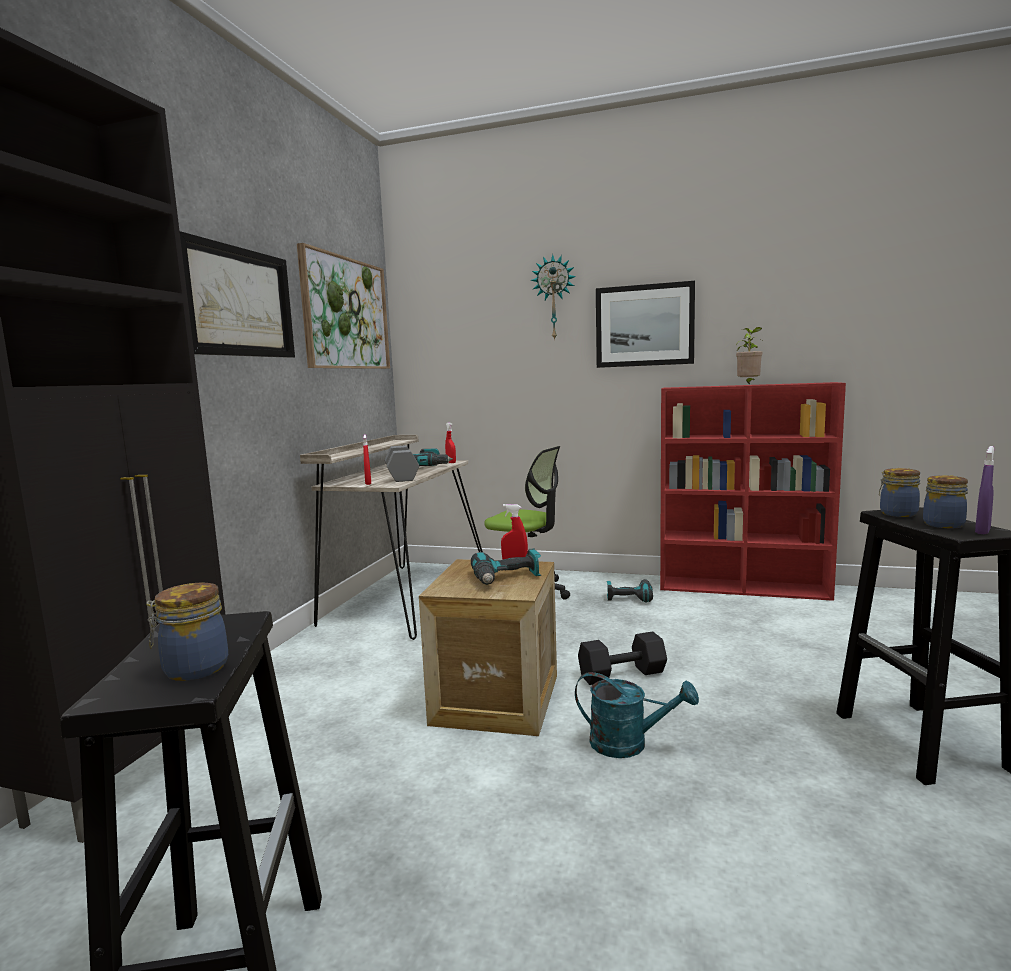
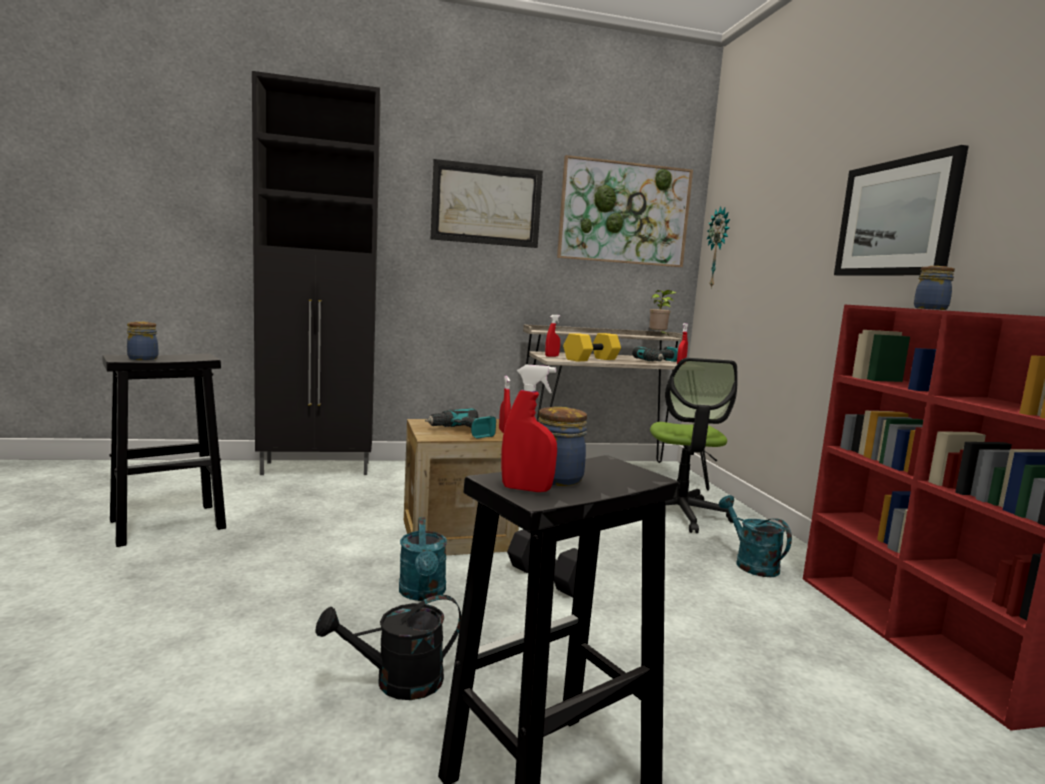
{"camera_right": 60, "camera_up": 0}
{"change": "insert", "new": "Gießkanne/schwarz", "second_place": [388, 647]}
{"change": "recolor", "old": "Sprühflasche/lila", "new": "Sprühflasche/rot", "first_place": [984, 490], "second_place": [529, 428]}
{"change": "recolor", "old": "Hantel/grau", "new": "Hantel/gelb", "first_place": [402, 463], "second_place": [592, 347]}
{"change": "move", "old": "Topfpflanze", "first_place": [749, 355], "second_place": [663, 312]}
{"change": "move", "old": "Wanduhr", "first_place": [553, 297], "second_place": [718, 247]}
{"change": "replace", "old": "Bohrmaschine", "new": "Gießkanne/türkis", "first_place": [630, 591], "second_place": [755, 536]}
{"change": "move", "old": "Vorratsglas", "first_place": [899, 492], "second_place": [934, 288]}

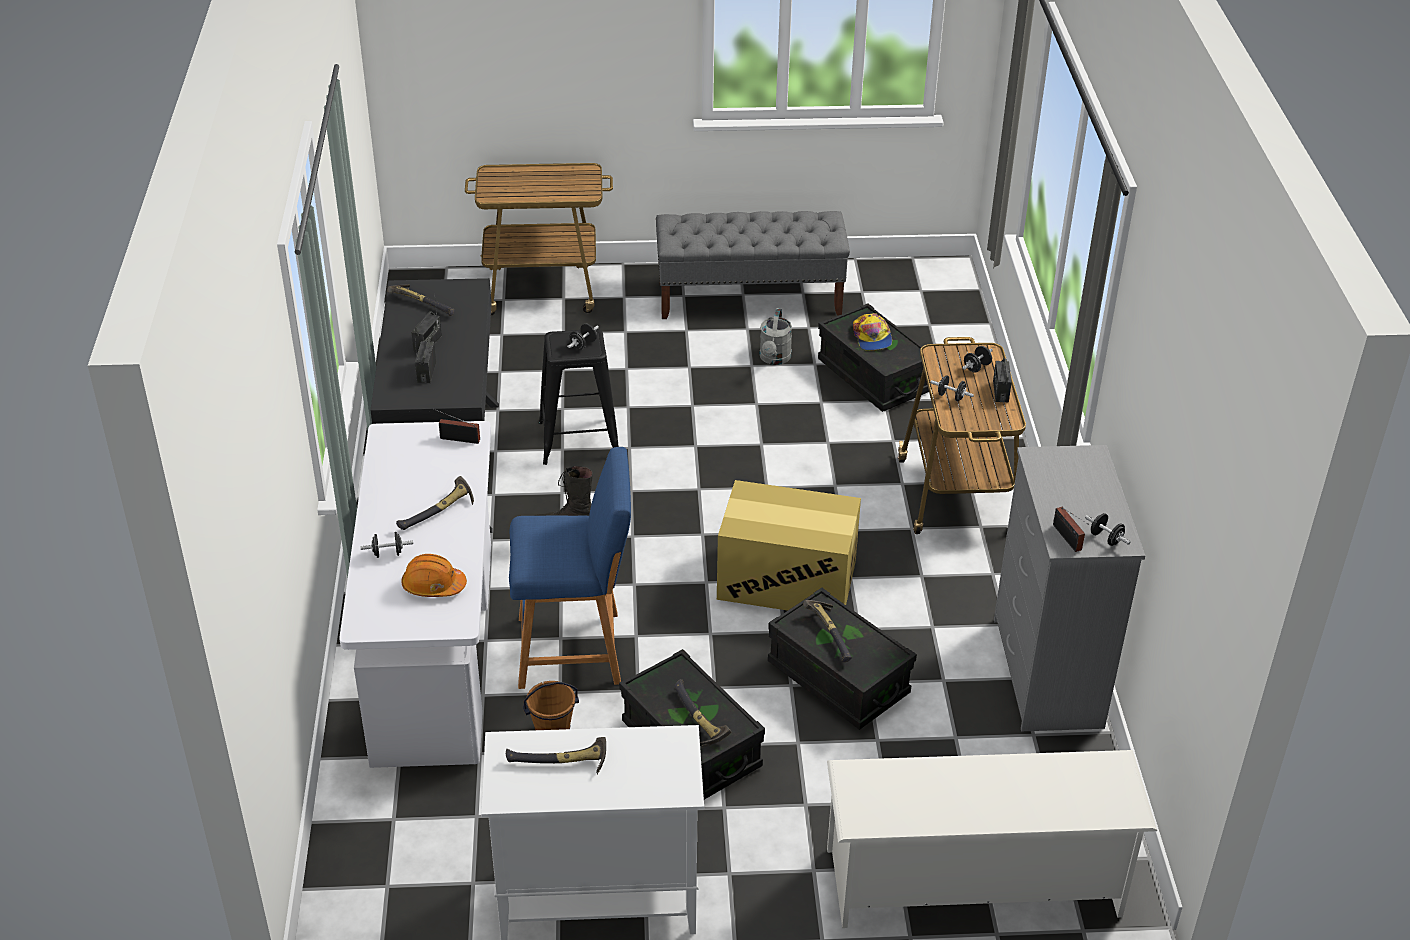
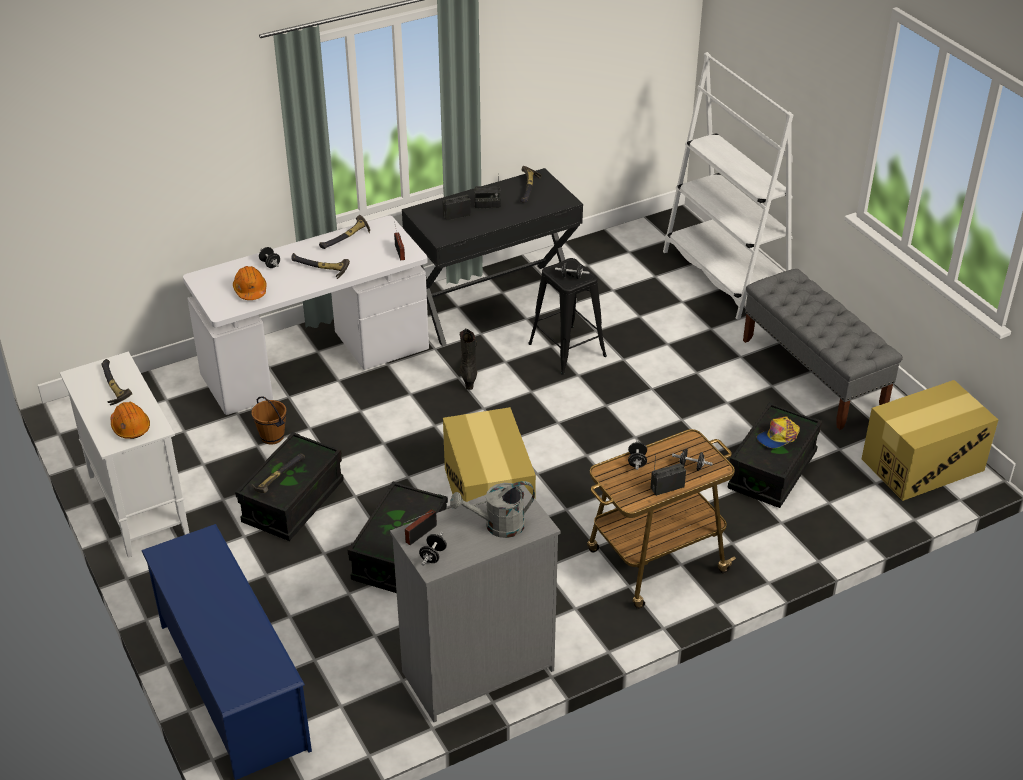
{"camera_right": 65, "camera_up": 0}
{"change": "insert", "new": "Schutzhelm/orange", "second_place": [130, 420]}
{"change": "recolor", "old": "Schuhregal/weiß", "new": "Schuhregal/blau", "first_place": [992, 839], "second_place": [226, 652]}
{"change": "move", "old": "Hammer", "first_place": [827, 631], "second_place": [344, 232]}
{"change": "move", "old": "Gießkanne/grau", "first_place": [775, 336], "second_place": [492, 509]}
{"change": "replace", "old": "Rollwagen", "new": "Bücherregal/weiß", "first_place": [539, 239], "second_place": [728, 186]}
{"change": "insert", "new": "Karton", "second_place": [930, 440]}
{"change": "delete", "old": "Hocker/blau", "first_place": [570, 568]}

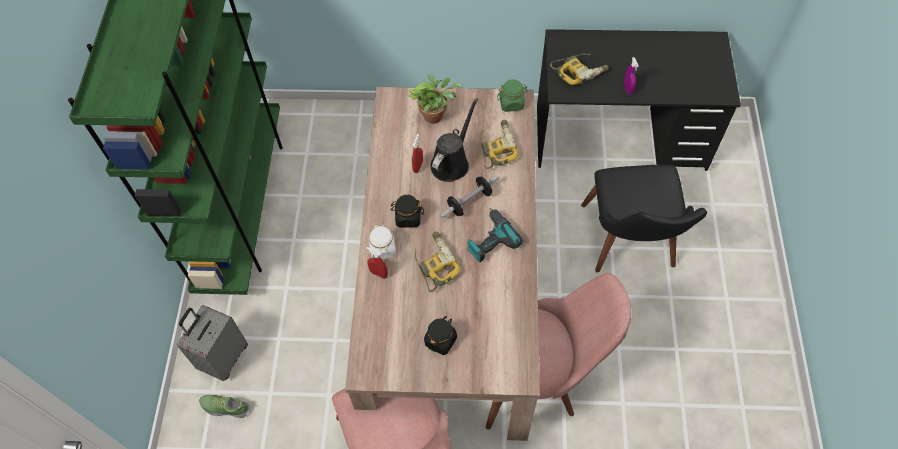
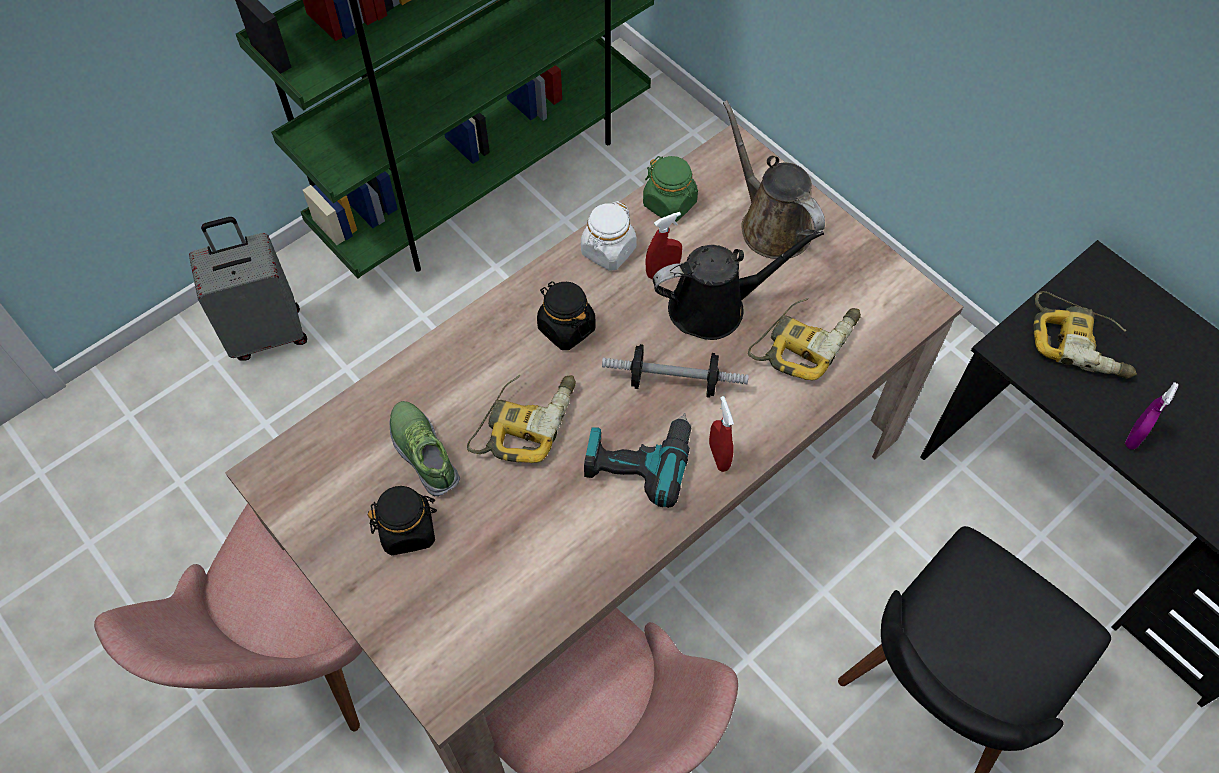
{"camera_right": 45, "camera_up": 0}
{"change": "move", "old": "Schuh", "first_place": [224, 406], "second_place": [424, 449]}
{"change": "move", "old": "Vorratsglas/weiß", "first_place": [382, 242], "second_place": [609, 236]}
{"change": "move", "old": "Vorratsglas/grün", "first_place": [512, 95], "second_place": [670, 189]}
{"change": "move", "old": "Sprühflasche/rot", "first_place": [377, 263], "second_place": [721, 434]}
{"change": "replace", "old": "Topfpflanze", "new": "Gießkanne/braun", "first_place": [435, 99], "second_place": [774, 179]}

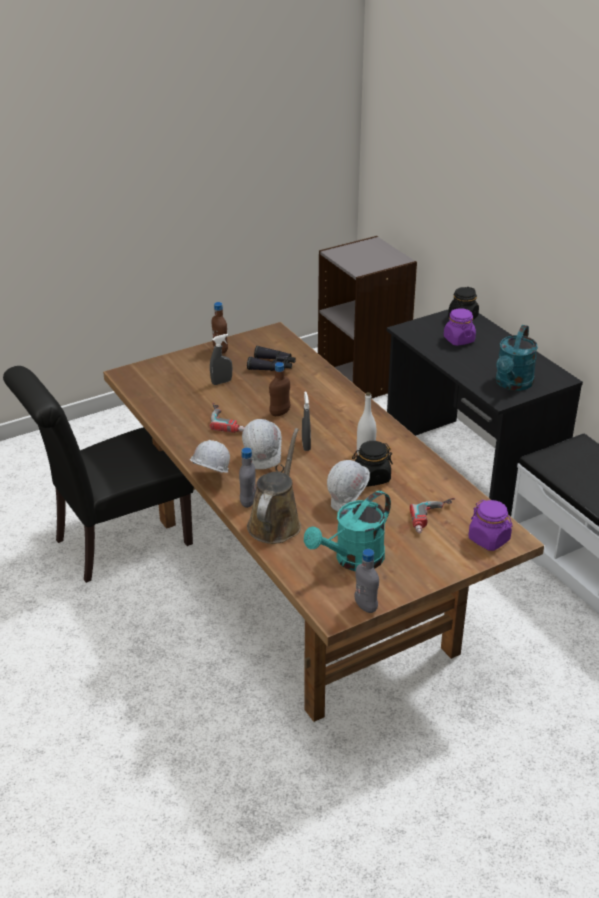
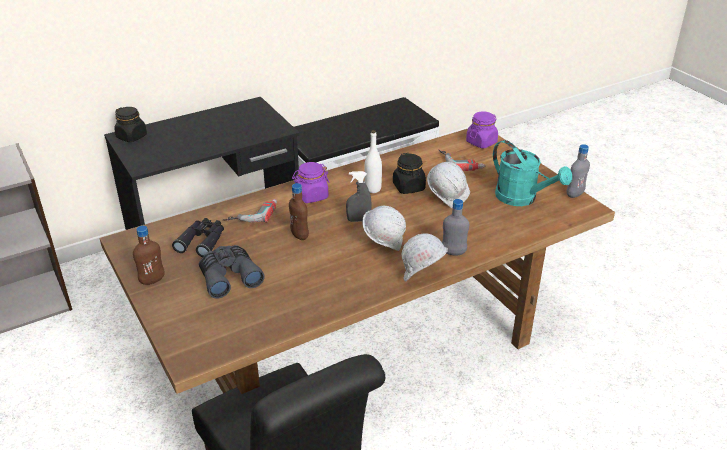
{"camera_right": -90, "camera_up": 0}
{"change": "replace", "old": "Sprühflasche/grau", "new": "Fernglas/grau", "first_place": [221, 359], "second_place": [232, 272]}
{"change": "move", "old": "Bohrmaschine", "first_place": [227, 418], "second_place": [250, 211]}
{"change": "move", "old": "Vorratsglas/lila", "first_place": [460, 327], "second_place": [311, 182]}
{"change": "delete", "old": "Gießkanne/braun", "first_place": [274, 486]}
{"change": "delete", "old": "Gießkanne/türkis", "first_place": [517, 358]}

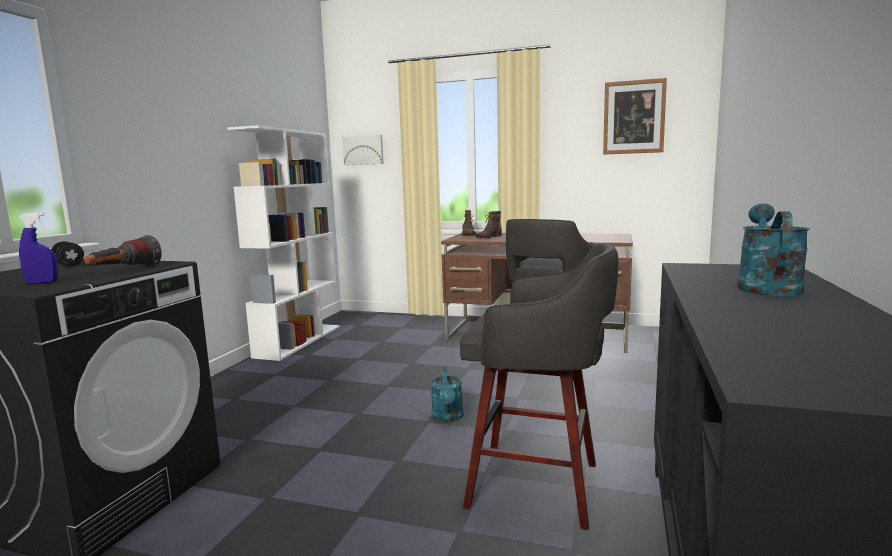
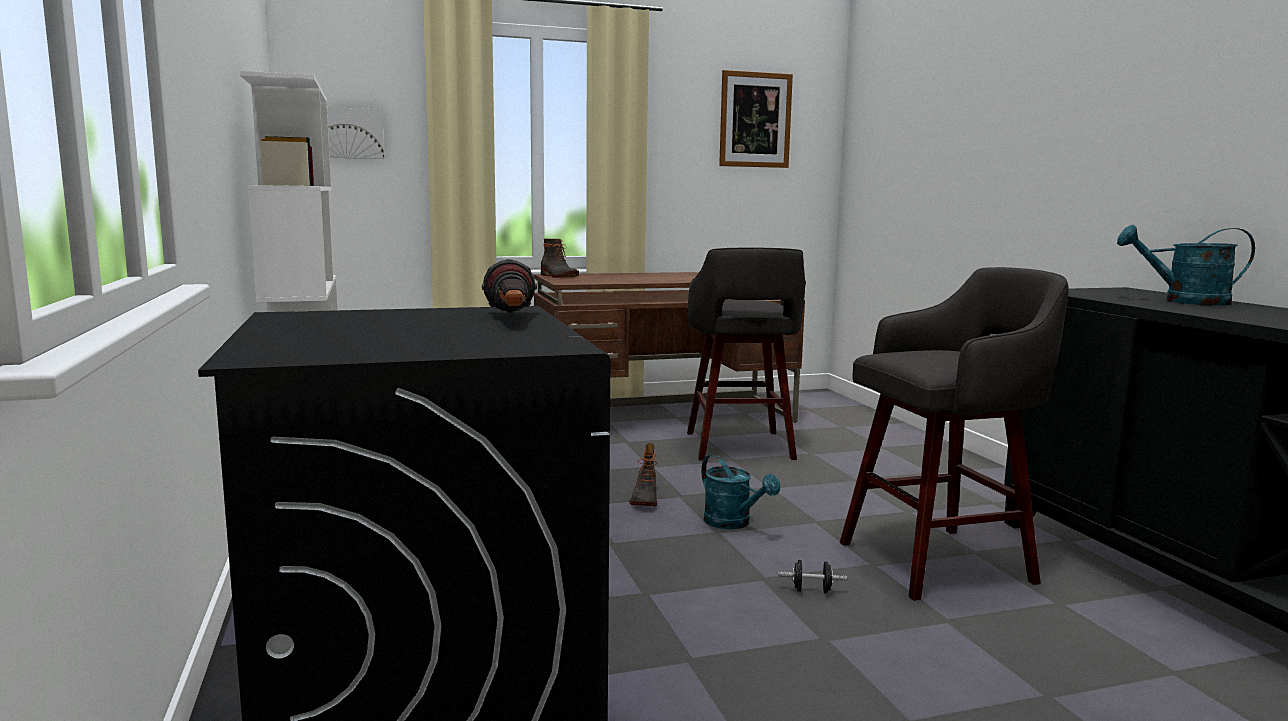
{"camera_right": -35, "camera_up": 0}
{"change": "move", "old": "Stiefel", "first_place": [489, 225], "second_place": [643, 474]}
{"change": "move", "old": "Hantel/schwarz", "first_place": [67, 253], "second_place": [812, 577]}
{"change": "rotate", "old": "Gießkanne/türkis", "first_place": [773, 249], "second_place": [1186, 265], "degrees": -60}
{"change": "delete", "old": "Sprühflasche/blau", "first_place": [38, 248]}

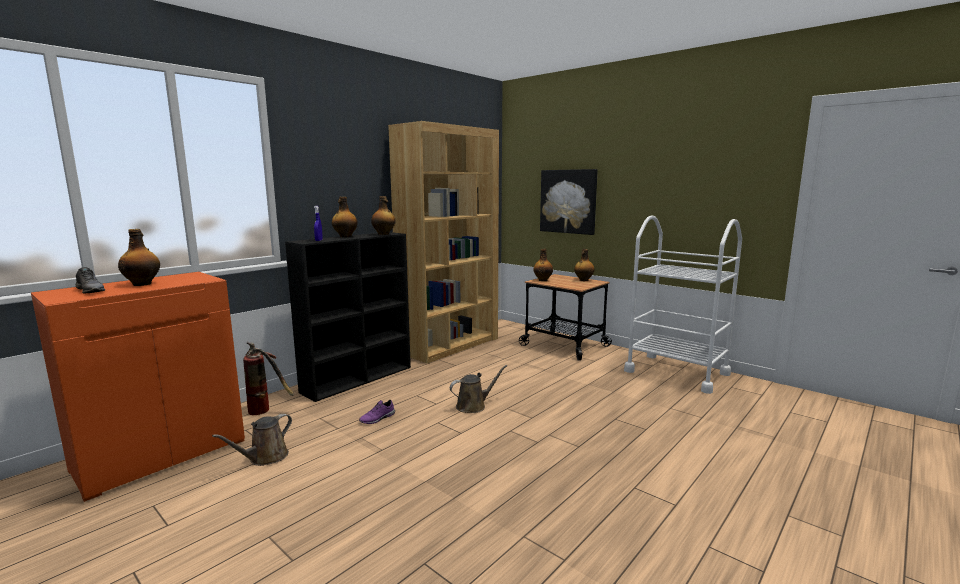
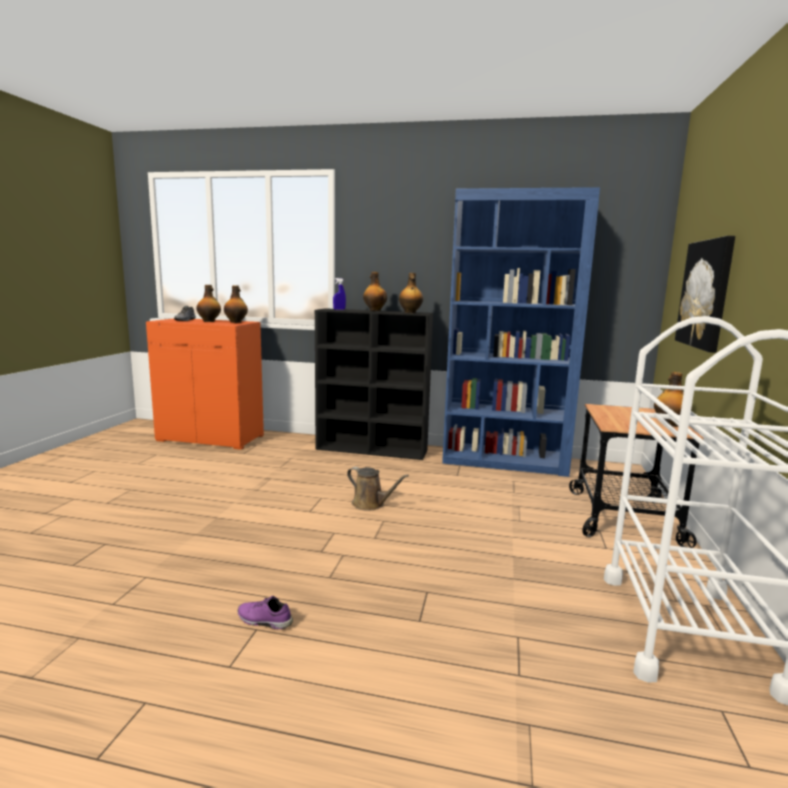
{"camera_right": 60, "camera_up": 0}
{"change": "move", "old": "Flasche", "first_place": [543, 265], "second_place": [236, 304]}
{"change": "move", "old": "Schuh/lila", "first_place": [377, 412], "second_place": [265, 612]}
{"change": "recolor", "old": "Bücherregal/braun", "new": "Bücherregal/blau", "first_place": [443, 242], "second_place": [521, 332]}
{"change": "delete", "old": "Gießkanne/braun", "first_place": [252, 440]}
{"change": "delete", "old": "Feuerlöscher", "first_place": [268, 378]}

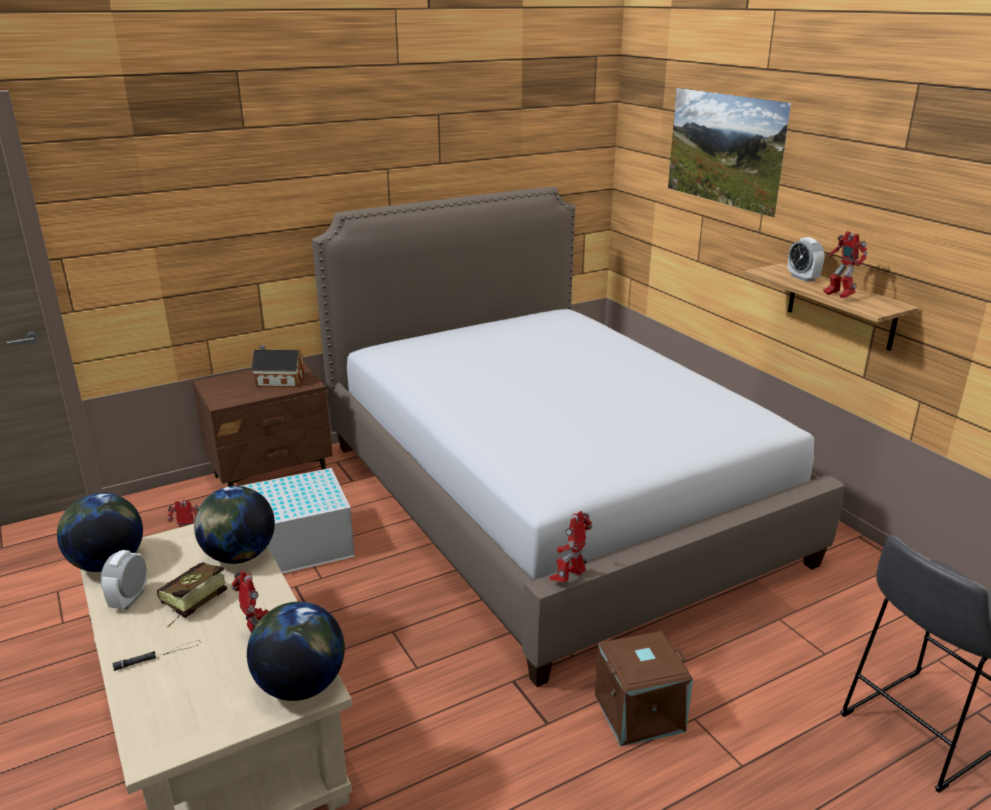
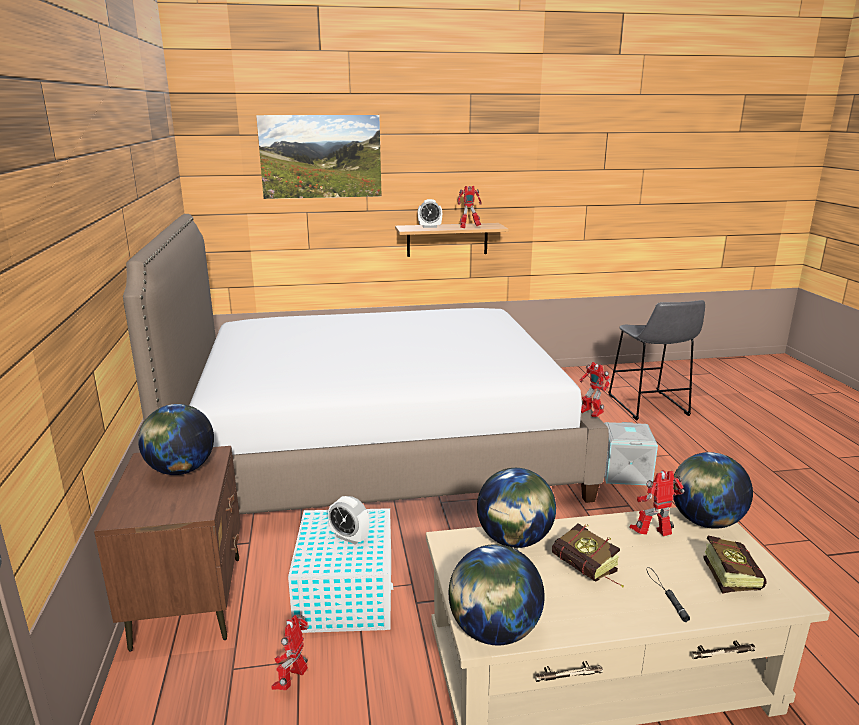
{"camera_right": -70, "camera_up": -5}
{"change": "replace", "old": "Spielzeughaus", "new": "Globus", "first_place": [277, 366], "second_place": [176, 439]}
{"change": "move", "old": "Wecker", "first_place": [124, 579], "second_place": [348, 520]}
{"change": "recolor", "old": "Aufbewahrungsbox/braun", "new": "Aufbewahrungsbox/grau", "first_place": [644, 689], "second_place": [631, 453]}
{"change": "insert", "new": "Buch", "second_place": [735, 565]}

